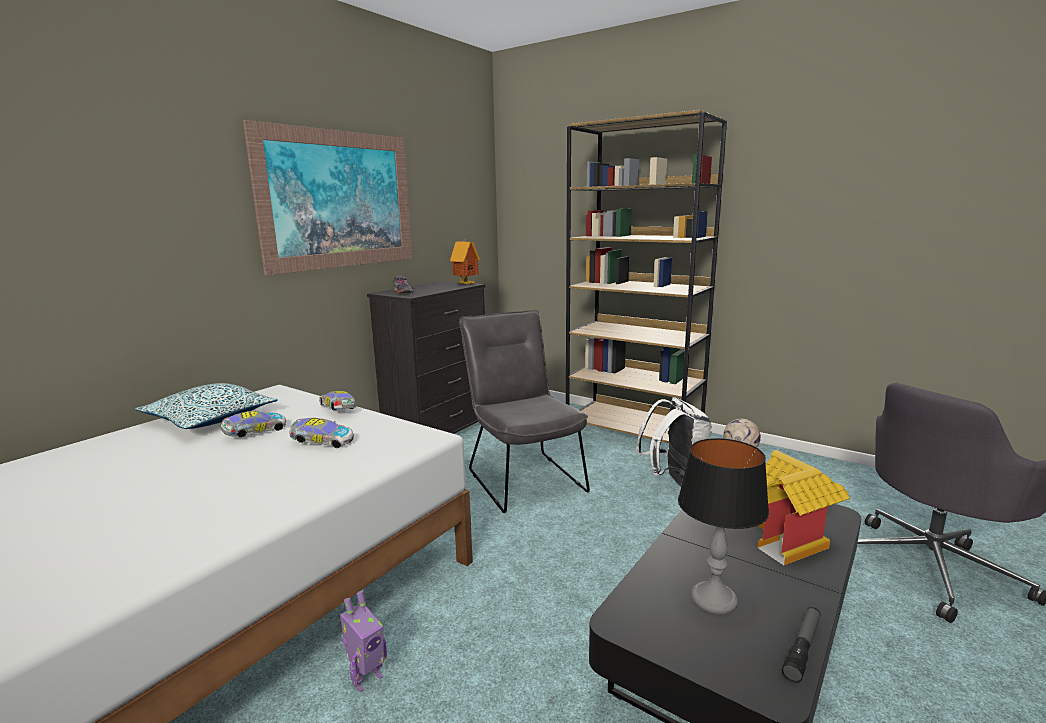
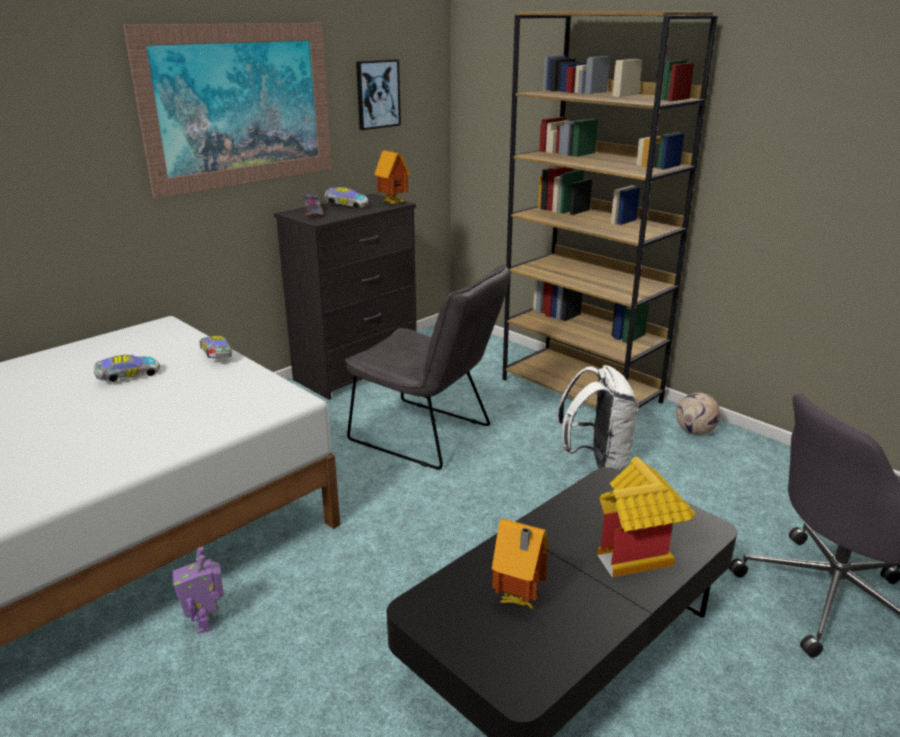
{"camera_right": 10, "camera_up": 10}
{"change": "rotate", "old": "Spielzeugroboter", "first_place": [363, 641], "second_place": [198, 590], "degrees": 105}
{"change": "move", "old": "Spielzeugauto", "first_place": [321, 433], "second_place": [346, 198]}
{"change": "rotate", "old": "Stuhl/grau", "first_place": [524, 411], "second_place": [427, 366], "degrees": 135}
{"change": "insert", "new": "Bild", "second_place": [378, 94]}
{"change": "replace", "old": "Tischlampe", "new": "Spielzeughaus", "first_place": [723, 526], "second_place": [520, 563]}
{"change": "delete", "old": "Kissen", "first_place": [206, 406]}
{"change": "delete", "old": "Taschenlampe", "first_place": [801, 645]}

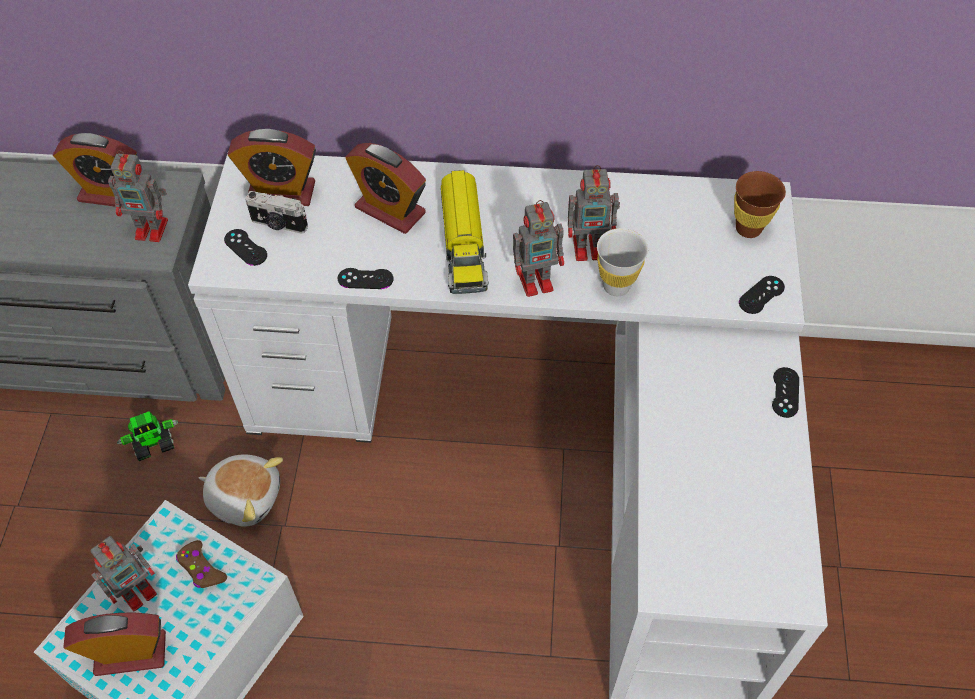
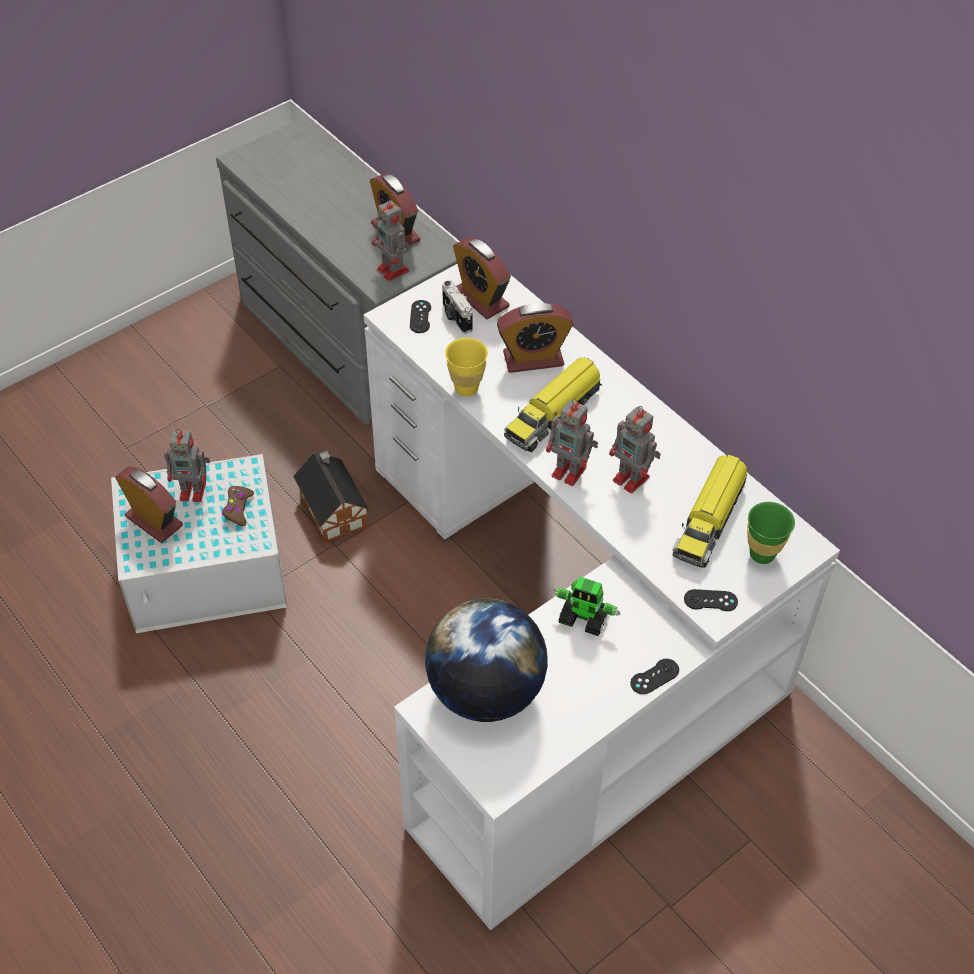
{"camera_right": 45, "camera_up": -5}
{"change": "replace", "old": "Plüschtier", "new": "Spielzeughaus", "first_place": [241, 491], "second_place": [331, 497]}
{"change": "insert", "new": "Globus", "second_place": [486, 660]}
{"change": "replace", "old": "Gamepad/schwarz", "new": "Tasse/gelb", "first_place": [365, 278], "second_place": [466, 367]}
{"change": "rotate", "old": "Wecker", "first_place": [385, 188], "second_place": [535, 338], "degrees": -90}
{"change": "move", "old": "Spielzeugroboter", "first_place": [147, 436], "second_place": [587, 606]}
{"change": "insert", "new": "Spielzeuglaster", "second_place": [710, 511]}
{"change": "recolor", "old": "Tasse/braun", "new": "Tasse/grün", "first_place": [760, 204], "second_place": [771, 533]}
{"change": "delete", "old": "Tasse/weiß", "first_place": [622, 262]}

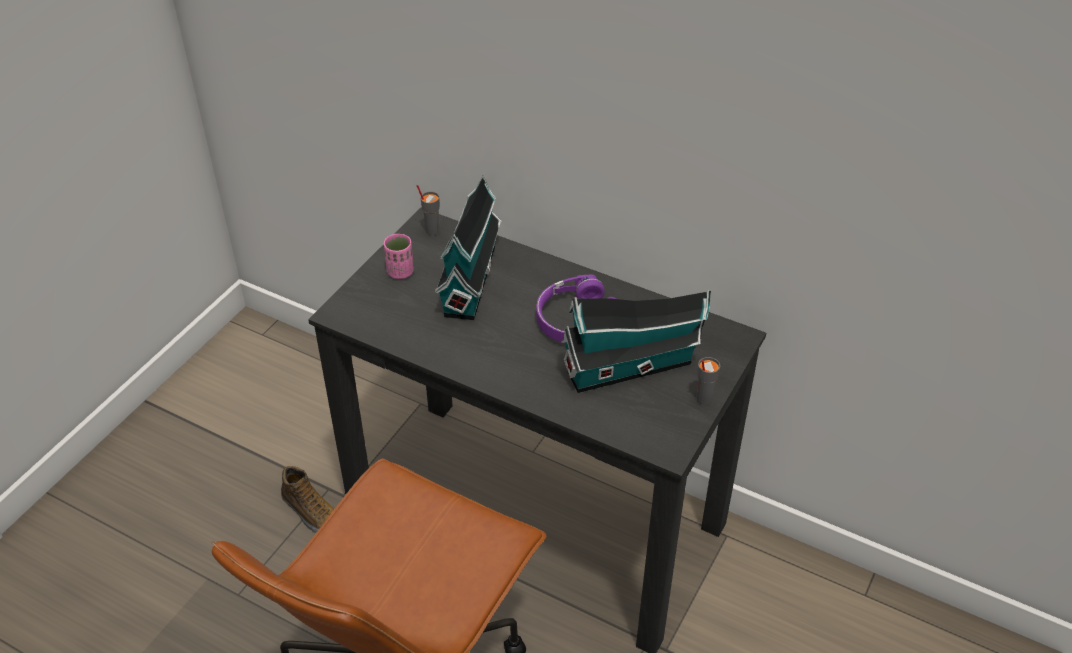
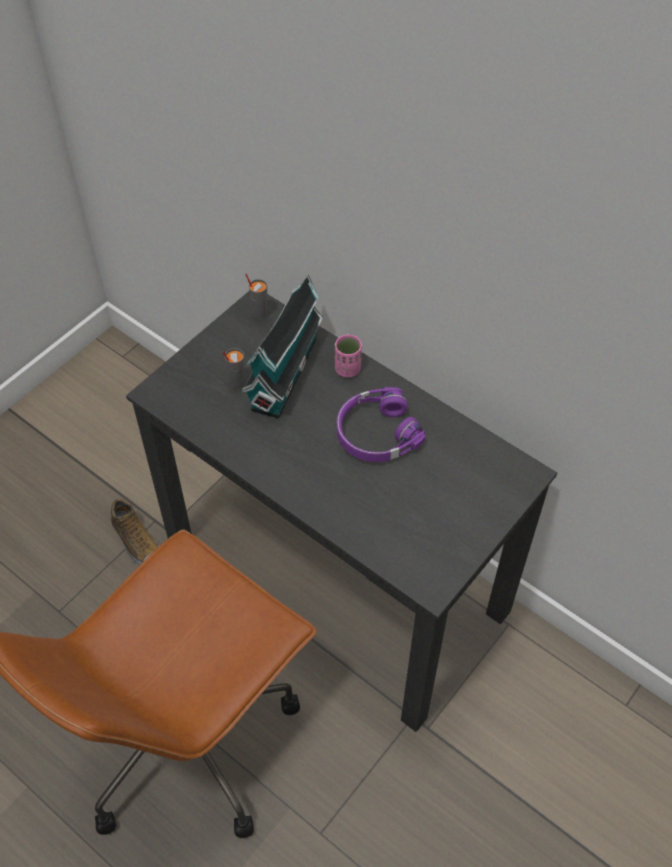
{"camera_right": 10, "camera_up": 10}
{"change": "move", "old": "Tasse/grau", "first_place": [708, 381], "second_place": [234, 368]}
{"change": "move", "old": "Tasse/rosa", "first_place": [399, 256], "second_place": [348, 356]}
{"change": "delete", "old": "Spielzeughaus", "first_place": [636, 341]}

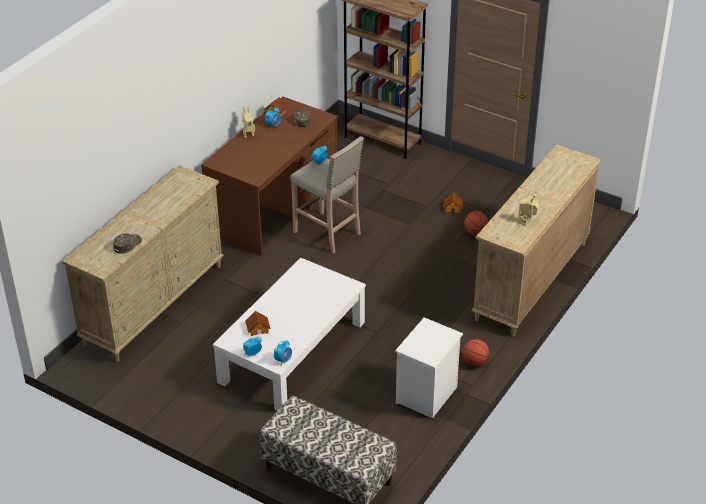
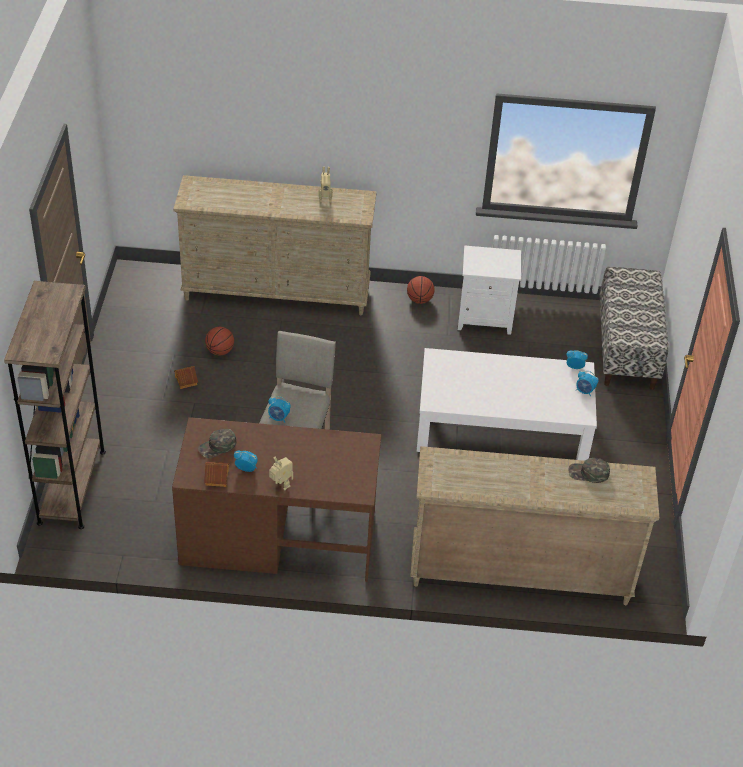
{"camera_right": -120, "camera_up": 5}
{"change": "delete", "old": "Spielzeughaus", "first_place": [258, 323]}

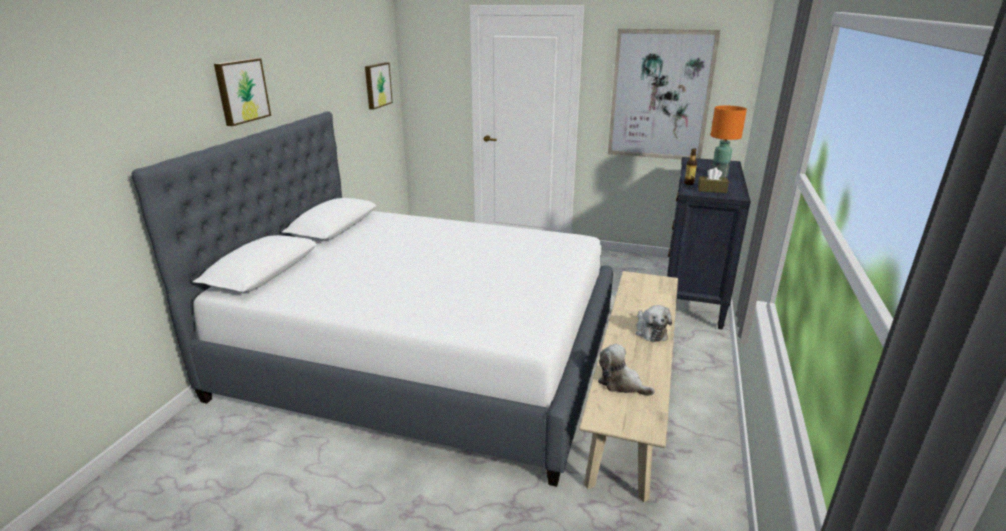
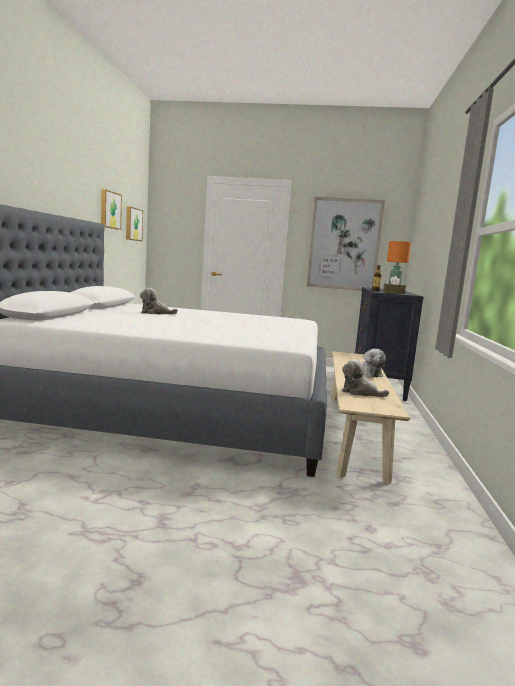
{"camera_right": -10, "camera_up": -15}
{"change": "move", "old": "Bild", "first_place": [242, 92], "second_place": [111, 209]}
{"change": "insert", "new": "Plüschtier", "second_place": [159, 301]}

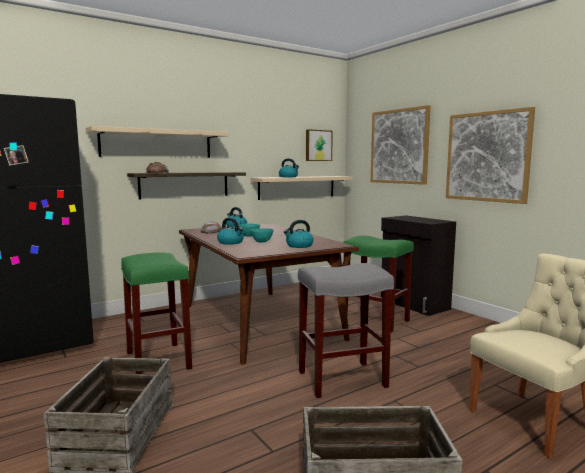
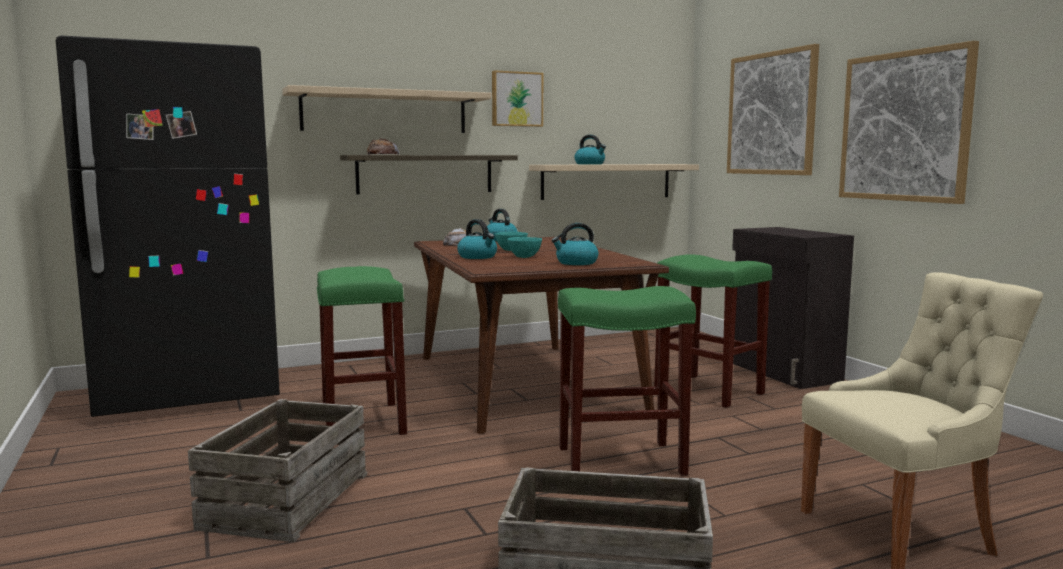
{"camera_right": 10, "camera_up": 0}
{"change": "move", "old": "Bild", "first_place": [319, 145], "second_place": [517, 98]}
{"change": "recolor", "old": "Hocker/grau", "new": "Hocker/grün", "first_place": [346, 330], "second_place": [627, 381]}

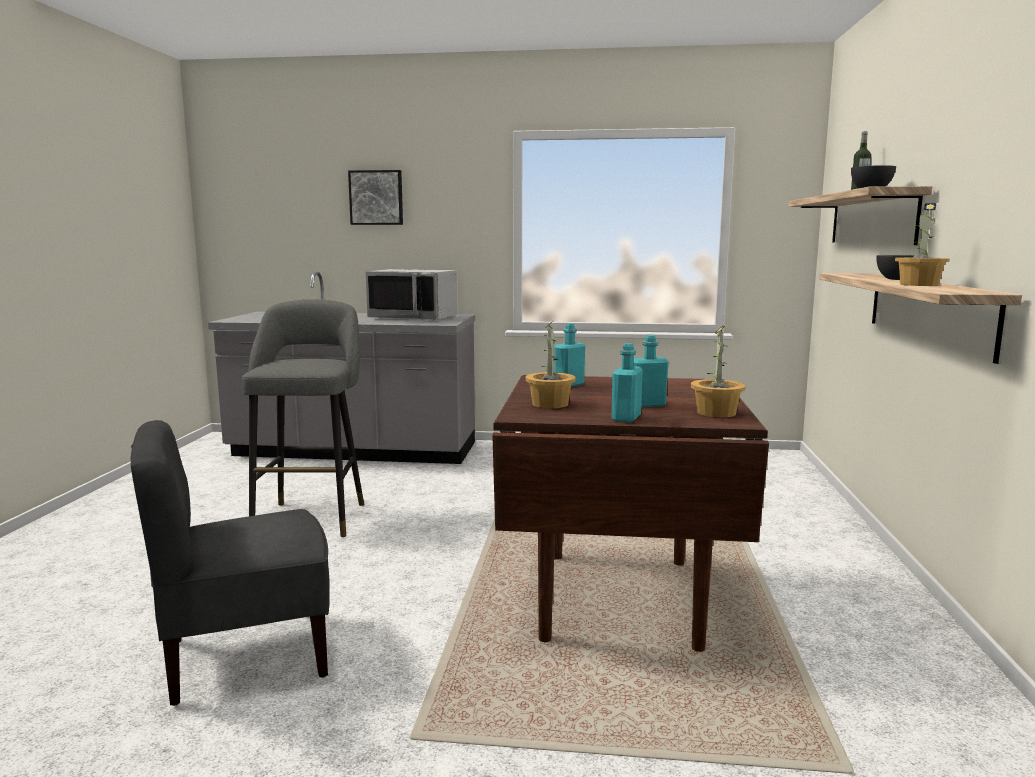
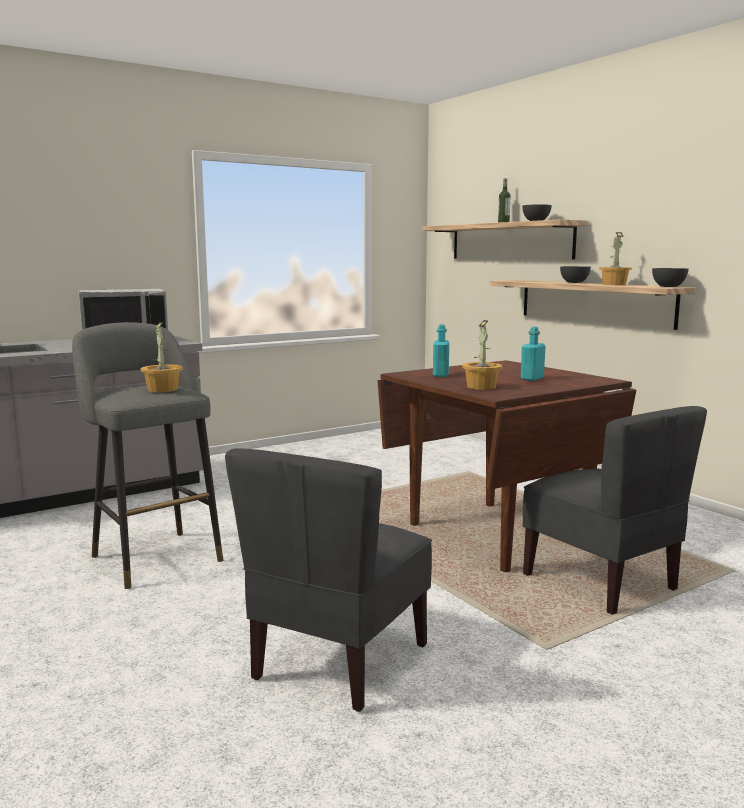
{"camera_right": -40, "camera_up": 0}
{"change": "move", "old": "Topfpflanze", "first_place": [718, 371], "second_place": [162, 357]}
{"change": "insert", "new": "Stuhl/grau", "second_place": [615, 510]}
{"change": "insert", "new": "Schüssel/grau", "second_place": [670, 277]}
{"change": "delete", "old": "Bild", "first_place": [375, 197]}
{"change": "delete", "old": "Flasche/türkis", "first_place": [627, 383]}

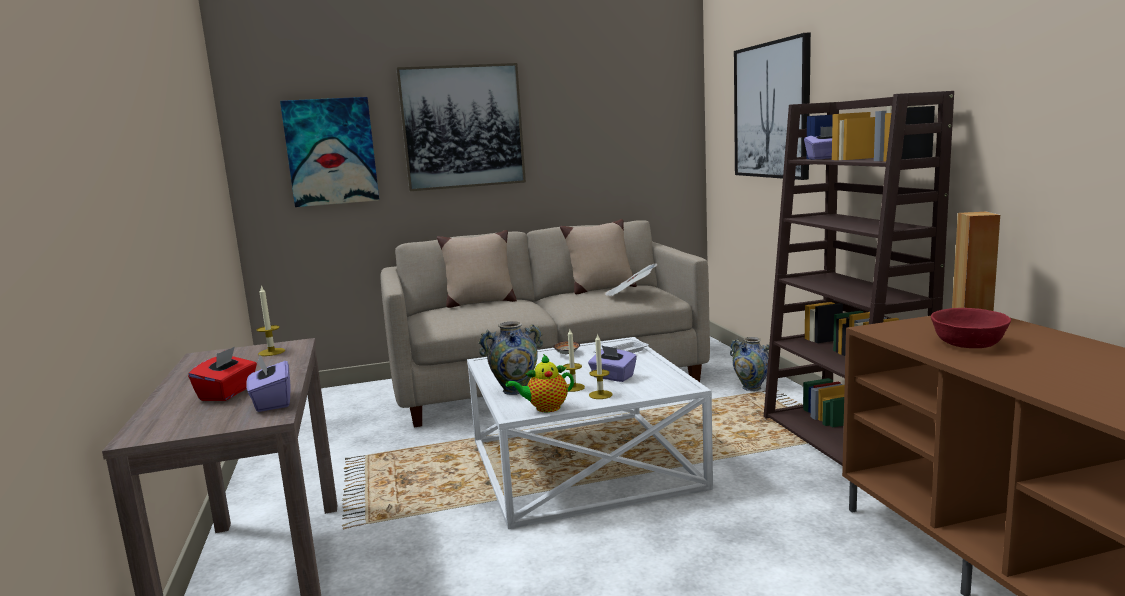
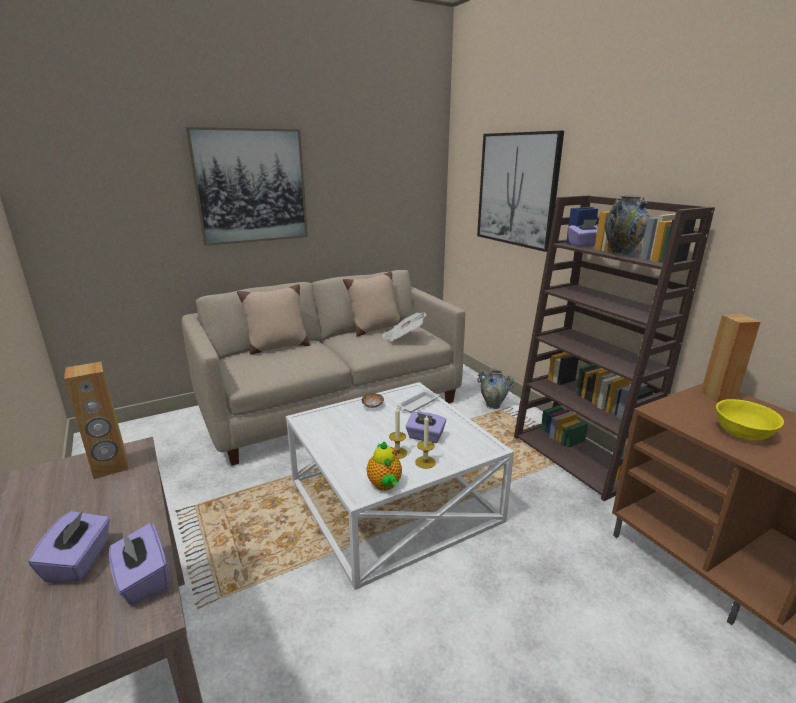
{"camera_right": -15, "camera_up": 10}
{"change": "recolor", "old": "Taschentuchbox/rot", "new": "Taschentuchbox/lila", "first_place": [222, 373], "second_place": [69, 547]}
{"change": "replace", "old": "Kerze", "new": "Lautsprecher/braun", "first_place": [270, 320], "second_place": [96, 420]}
{"change": "rotate", "old": "Teekanne", "first_place": [540, 383], "second_place": [384, 466], "degrees": -75}
{"change": "move", "old": "Vase", "first_place": [511, 358], "second_place": [627, 225]}
{"change": "recolor", "old": "Schüssel/rot", "new": "Schüssel/gelb", "first_place": [971, 328], "second_place": [750, 419]}
{"change": "delete", "old": "Bild", "first_place": [329, 152]}

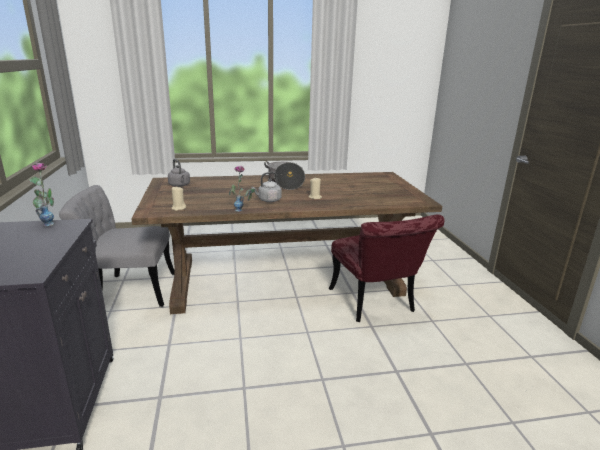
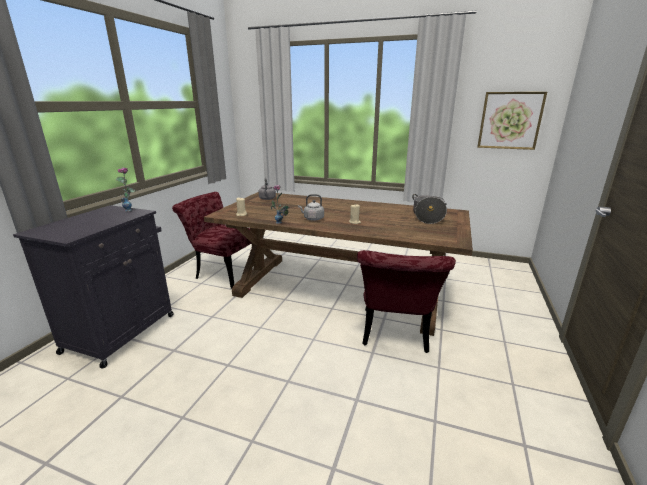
{"camera_right": 30, "camera_up": 0}
{"change": "recolor", "old": "Stuhl/grau", "new": "Stuhl/rot", "first_place": [116, 246], "second_place": [211, 240]}
{"change": "move", "old": "Kochtopf", "first_place": [284, 175], "second_place": [429, 209]}
{"change": "insert", "new": "Bild", "second_place": [512, 121]}

